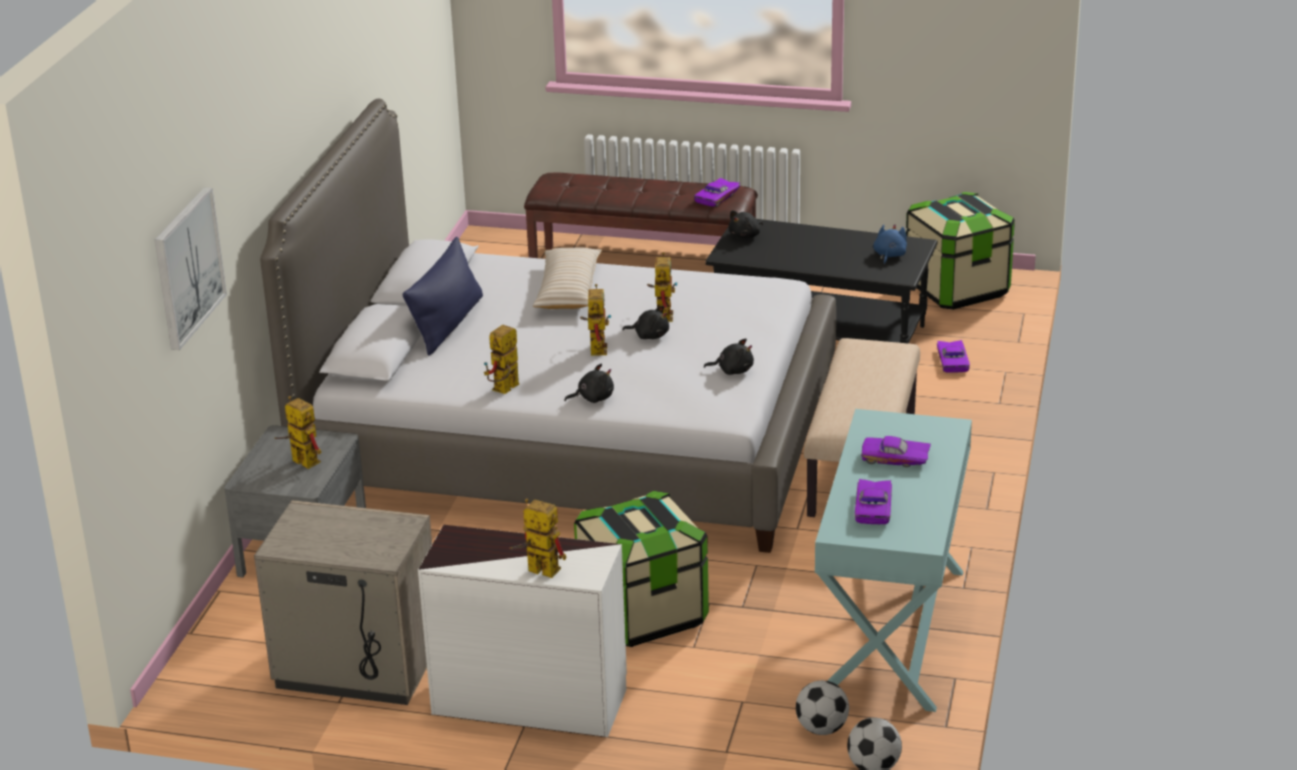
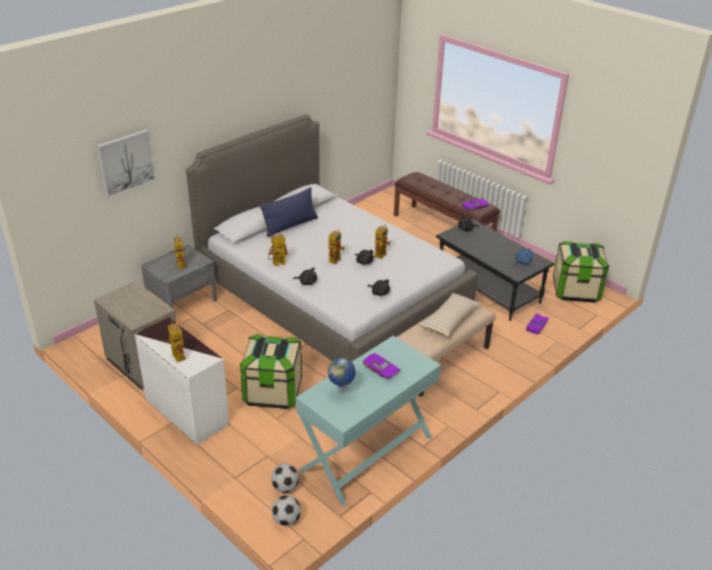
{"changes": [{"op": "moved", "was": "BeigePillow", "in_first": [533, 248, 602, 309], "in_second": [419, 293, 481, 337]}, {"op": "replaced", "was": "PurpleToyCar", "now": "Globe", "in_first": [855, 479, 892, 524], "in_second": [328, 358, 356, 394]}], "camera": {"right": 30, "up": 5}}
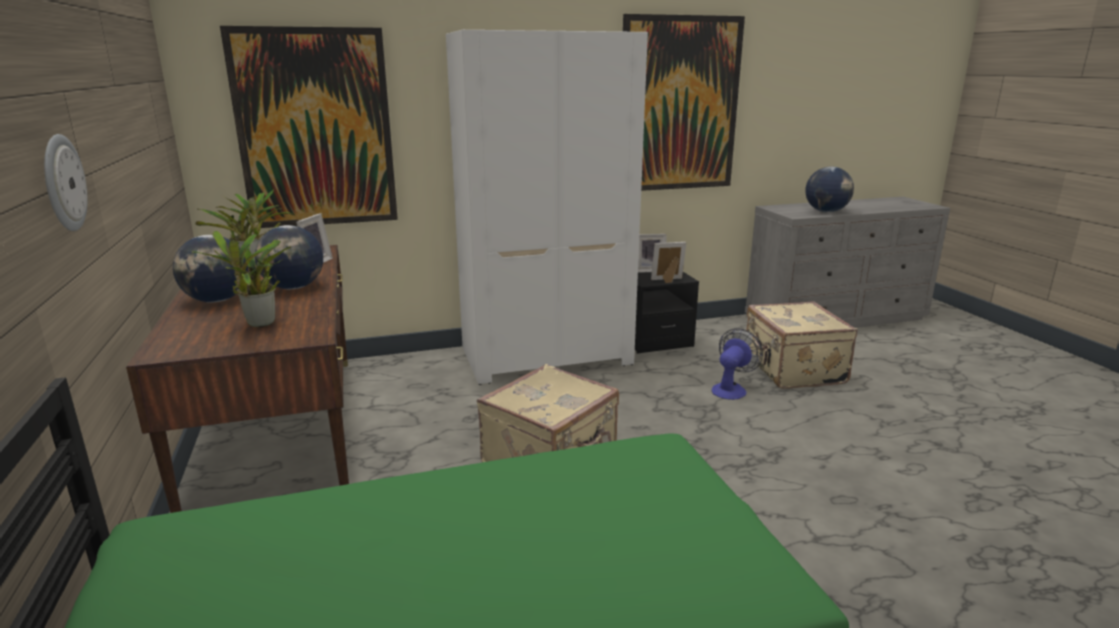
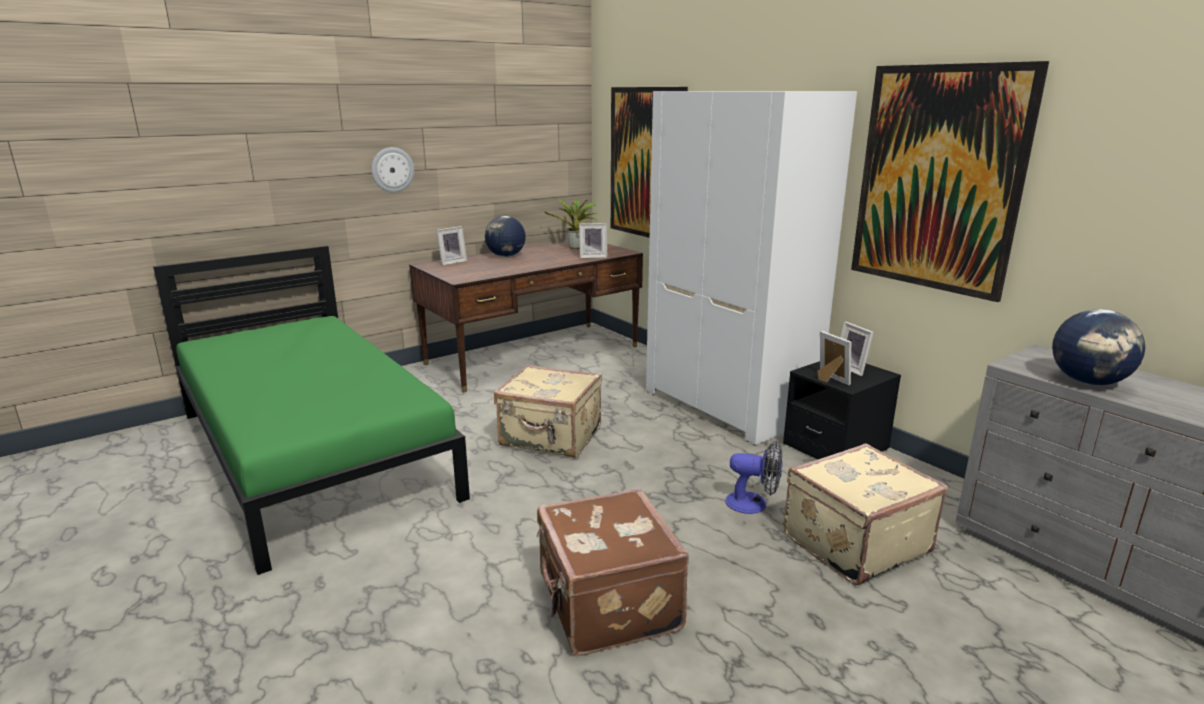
{"changes": [{"op": "removed", "was": "PottedPlant", "in_first": [192, 231, 292, 327]}, {"op": "removed", "was": "Globe", "in_first": [255, 225, 323, 289]}, {"op": "added", "now": "PictureFrame", "in_second": [436, 226, 467, 266]}, {"op": "added", "now": "BrownSuitcase", "in_second": [536, 489, 689, 656]}], "camera": {"right": 70, "up": 0}}
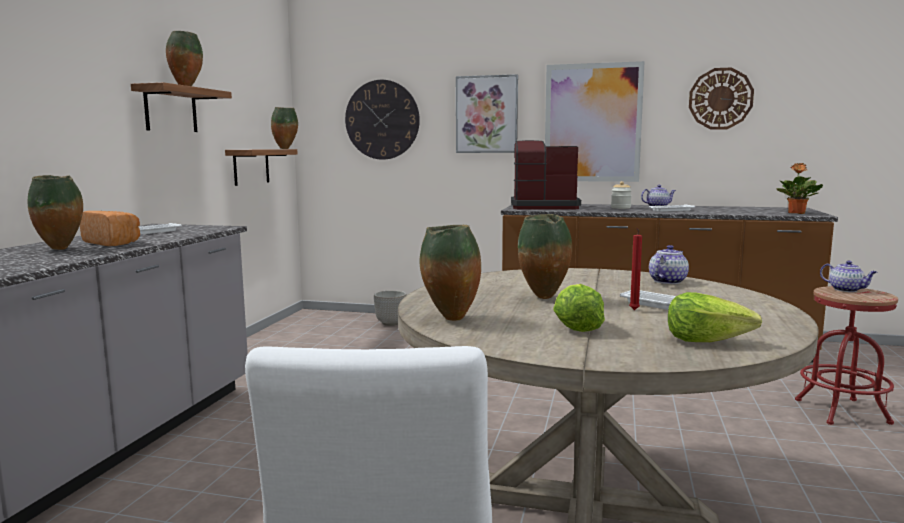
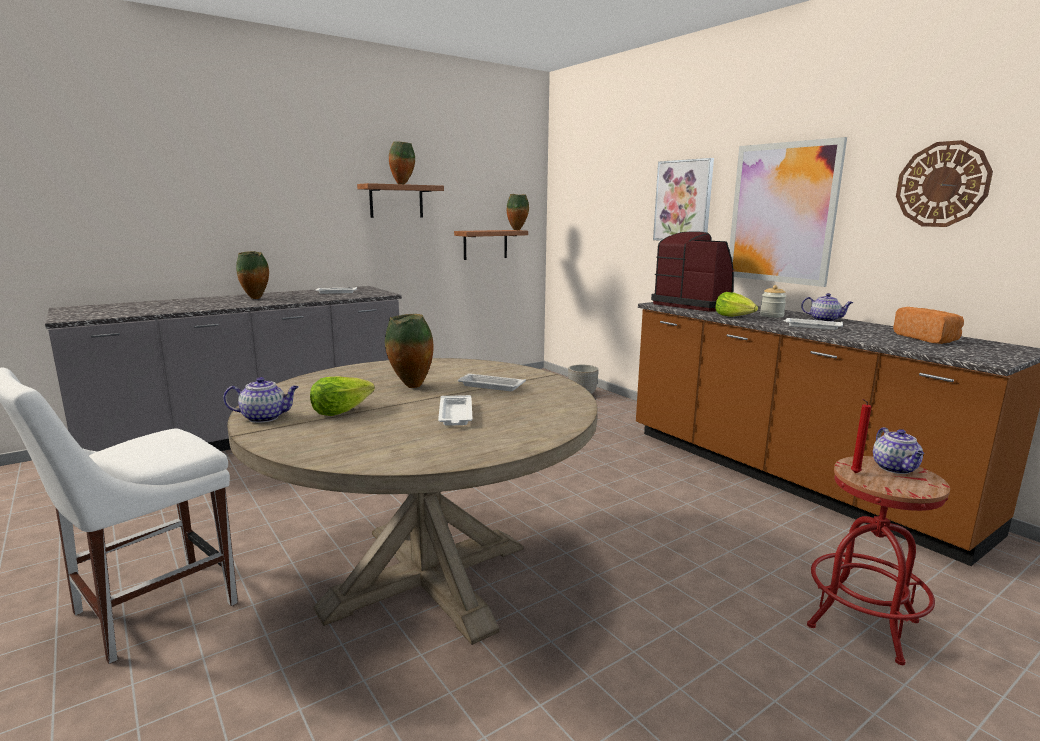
{"changes": [{"op": "moved", "was": "Bread", "in_first": [80, 211, 140, 246], "in_second": [893, 307, 964, 344]}, {"op": "removed", "was": "WallClock", "in_first": [345, 80, 420, 160]}, {"op": "removed", "was": "Vase", "in_first": [419, 225, 481, 321]}, {"op": "moved", "was": "RedCandle", "in_first": [629, 228, 642, 310], "in_second": [851, 399, 871, 473]}, {"op": "moved", "was": "Teapot", "in_first": [649, 245, 689, 284], "in_second": [223, 377, 299, 423]}, {"op": "moved", "was": "Lettuce", "in_first": [668, 292, 762, 342], "in_second": [715, 292, 758, 317]}, {"op": "removed", "was": "PottedPlant", "in_first": [777, 163, 823, 214]}, {"op": "added", "now": "WhiteTray", "in_second": [458, 374, 526, 391]}], "camera": {"right": 40, "up": 5}}
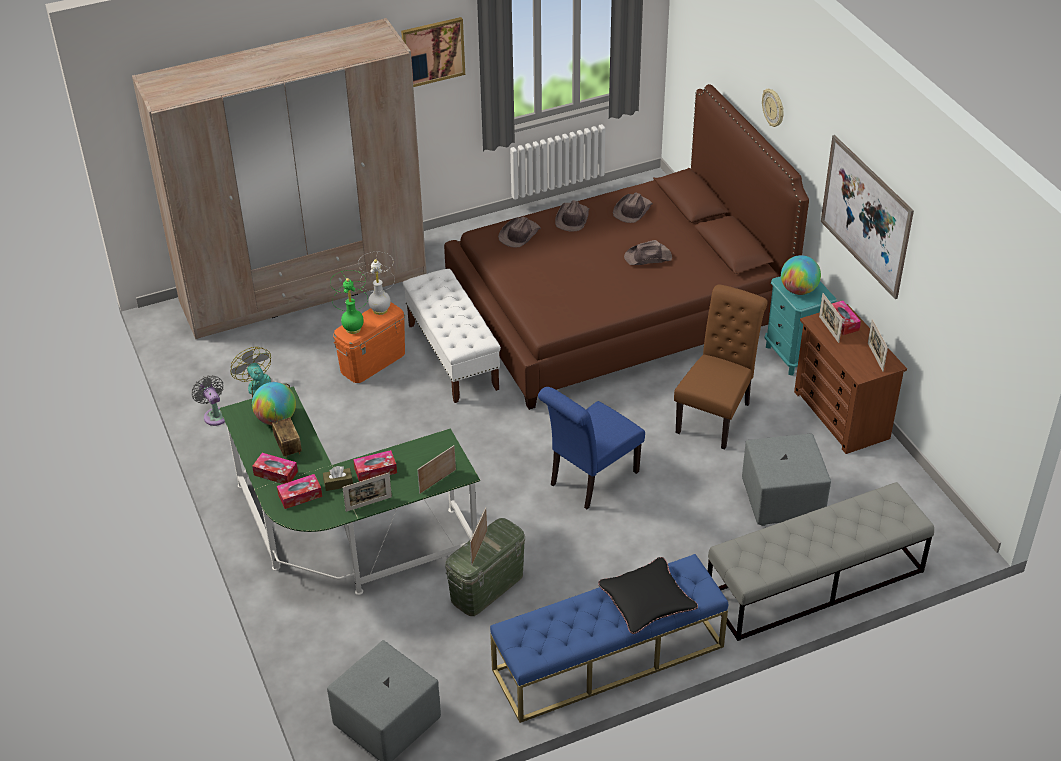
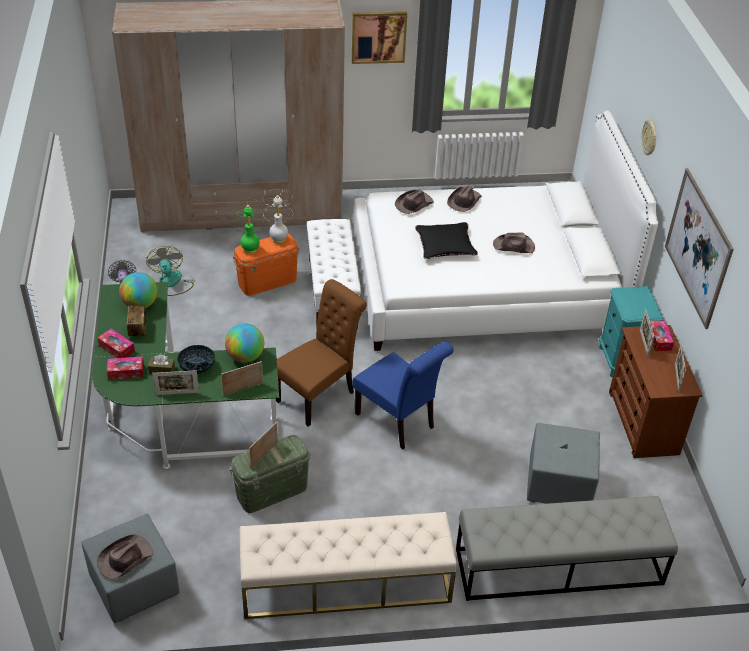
{"changes": [{"op": "replaced", "was": "TissueBox", "now": "Bowl", "in_first": [353, 450, 397, 482], "in_second": [177, 345, 215, 374]}, {"op": "recoloured", "was": "BrownBed", "now": "WhiteBed", "in_first": [444, 84, 809, 410], "in_second": [353, 111, 658, 351]}, {"op": "recoloured", "was": "BlueBench", "now": "BeigeBench", "in_first": [490, 554, 728, 723], "in_second": [240, 512, 457, 619]}, {"op": "turned", "was": "BlueChair", "in_first": [538, 387, 645, 509], "in_second": [353, 342, 454, 449], "clockwise": -105}, {"op": "moved", "was": "BlackPillow", "in_first": [598, 557, 698, 634], "in_second": [415, 222, 478, 259]}, {"op": "moved", "was": "BrownHat", "in_first": [613, 193, 653, 223], "in_second": [97, 535, 153, 580]}, {"op": "moved", "was": "BrownChair", "in_first": [674, 284, 768, 450], "in_second": [276, 279, 367, 427]}, {"op": "moved", "was": "Globe", "in_first": [781, 255, 821, 295], "in_second": [225, 323, 264, 363]}], "camera": {"right": 15, "up": 0}}
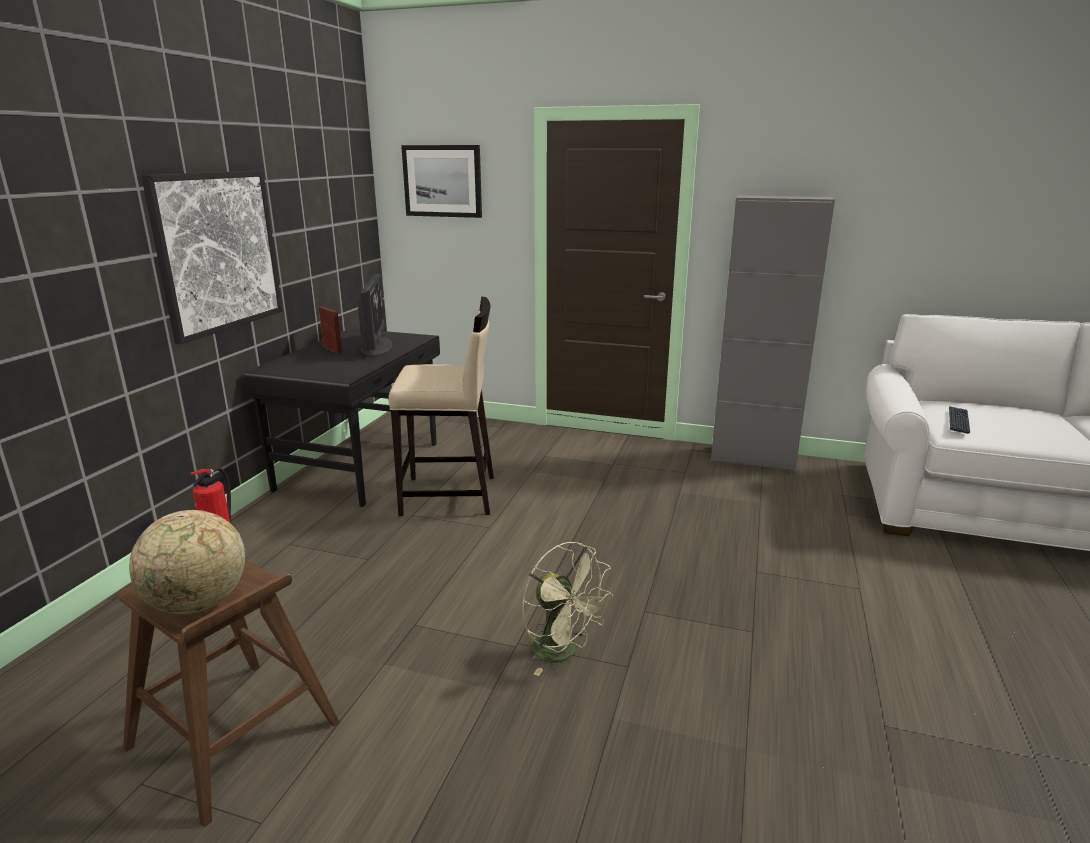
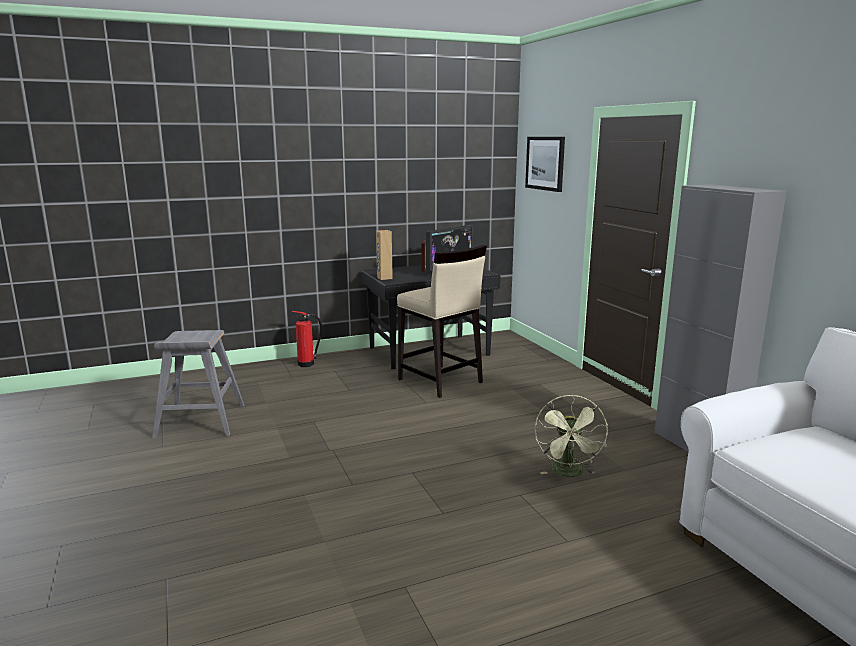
{"changes": [{"op": "recoloured", "was": "BrownStool", "now": "GreyStool", "in_first": [118, 559, 340, 827], "in_second": [152, 330, 244, 438]}, {"op": "removed", "was": "Globe", "in_first": [129, 510, 245, 614]}, {"op": "removed", "was": "Picture", "in_first": [141, 171, 283, 344]}, {"op": "moved", "was": "GreenFan", "in_first": [522, 542, 613, 676], "in_second": [535, 395, 608, 477]}, {"op": "removed", "was": "Keyboard", "in_first": [949, 406, 970, 434]}, {"op": "added", "now": "BrownSpeaker", "in_second": [376, 230, 393, 280]}], "camera": {"right": 50, "up": -5}}
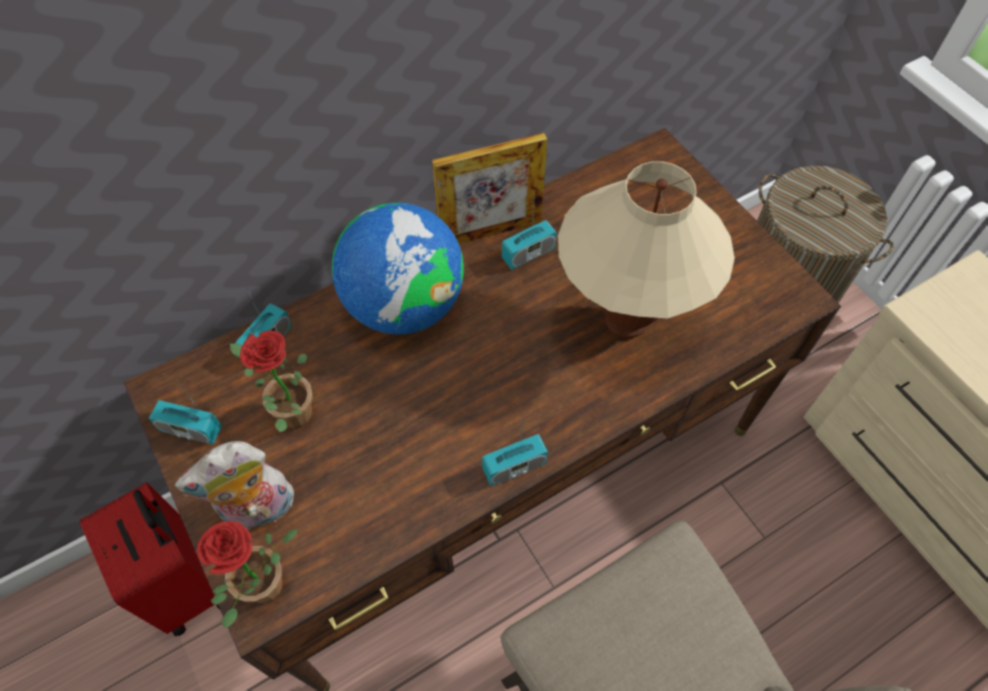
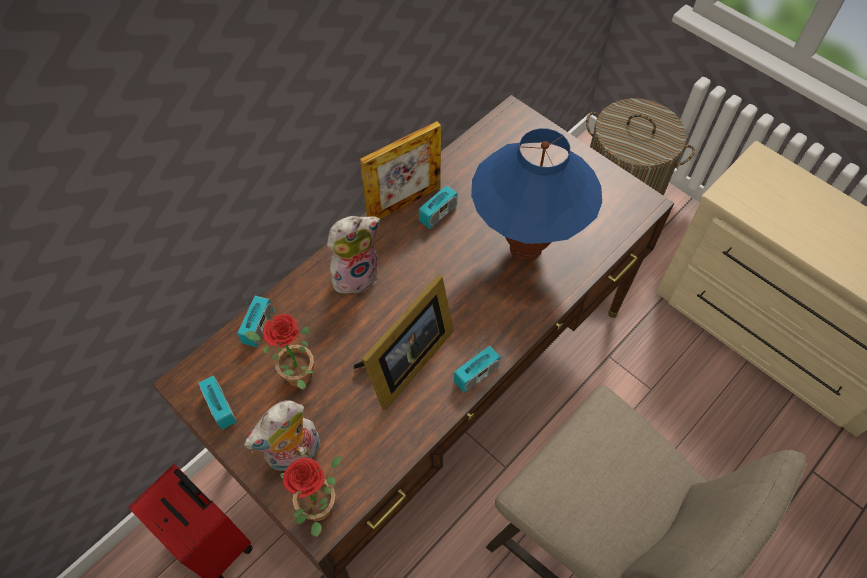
{"changes": [{"op": "turned", "was": "Radio", "in_first": [149, 380, 222, 444], "in_second": [199, 375, 237, 430], "clockwise": 60}, {"op": "replaced", "was": "Globe", "now": "PlushToy", "in_first": [332, 203, 464, 335], "in_second": [327, 216, 380, 294]}, {"op": "recoloured", "was": "BeigeTableLamp", "now": "BlueTableLamp", "in_first": [558, 161, 735, 338], "in_second": [471, 128, 602, 261]}, {"op": "added", "now": "PictureFrame", "in_second": [354, 274, 454, 410]}], "camera": {"right": -15, "up": 0}}
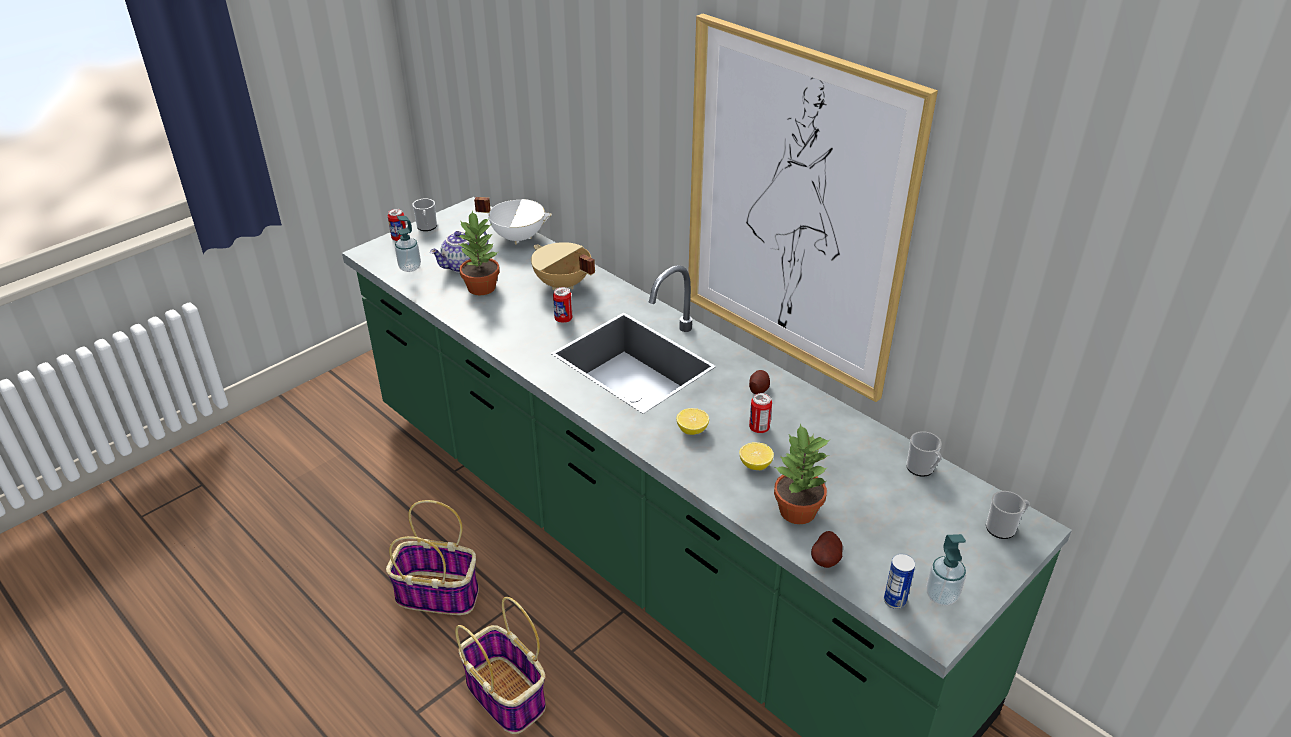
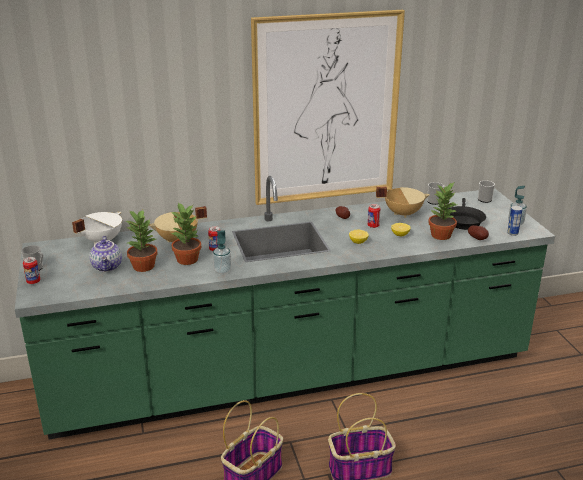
{"changes": [{"op": "moved", "was": "SoapDispenser", "in_first": [395, 216, 421, 272], "in_second": [213, 230, 232, 274]}, {"op": "added", "now": "PottedPlant", "in_second": [170, 202, 201, 265]}, {"op": "added", "now": "BeigeCookingPot", "in_second": [376, 186, 430, 218]}, {"op": "added", "now": "BlackFryingPan", "in_second": [448, 198, 486, 230]}], "camera": {"right": -60, "up": -10}}
